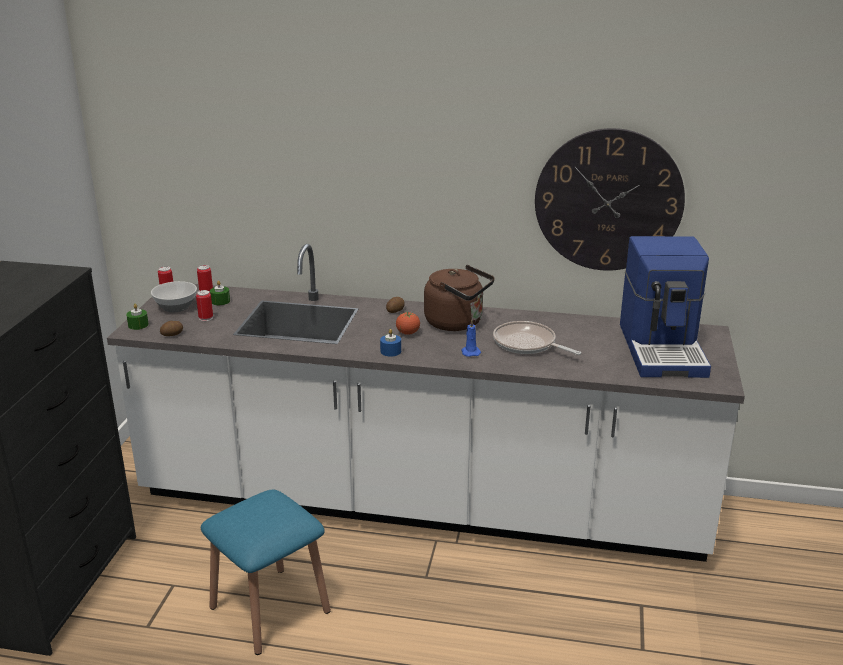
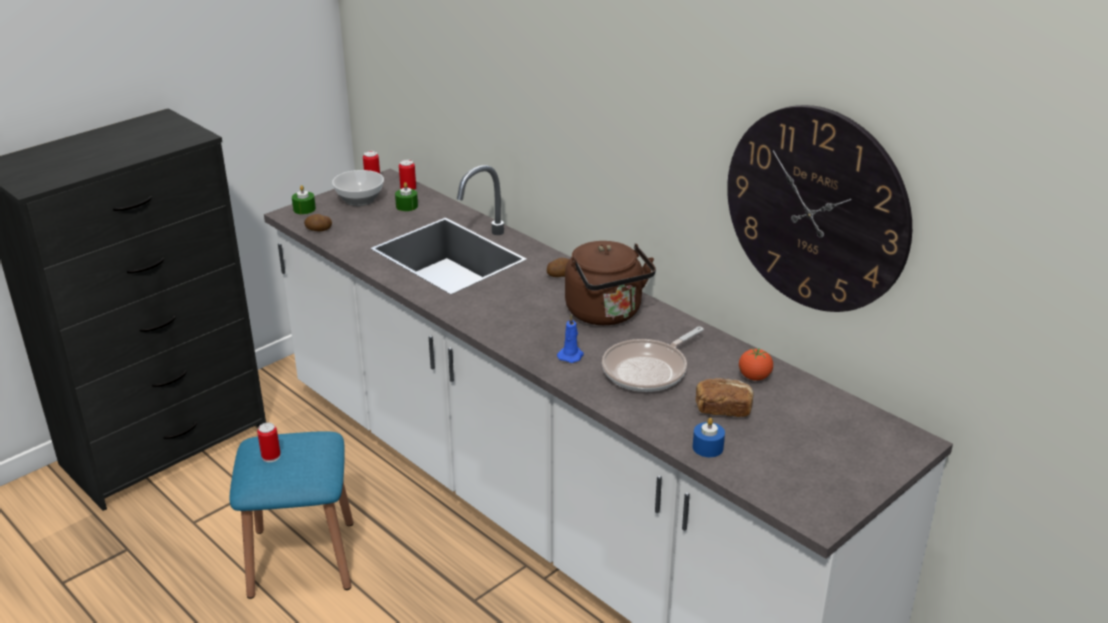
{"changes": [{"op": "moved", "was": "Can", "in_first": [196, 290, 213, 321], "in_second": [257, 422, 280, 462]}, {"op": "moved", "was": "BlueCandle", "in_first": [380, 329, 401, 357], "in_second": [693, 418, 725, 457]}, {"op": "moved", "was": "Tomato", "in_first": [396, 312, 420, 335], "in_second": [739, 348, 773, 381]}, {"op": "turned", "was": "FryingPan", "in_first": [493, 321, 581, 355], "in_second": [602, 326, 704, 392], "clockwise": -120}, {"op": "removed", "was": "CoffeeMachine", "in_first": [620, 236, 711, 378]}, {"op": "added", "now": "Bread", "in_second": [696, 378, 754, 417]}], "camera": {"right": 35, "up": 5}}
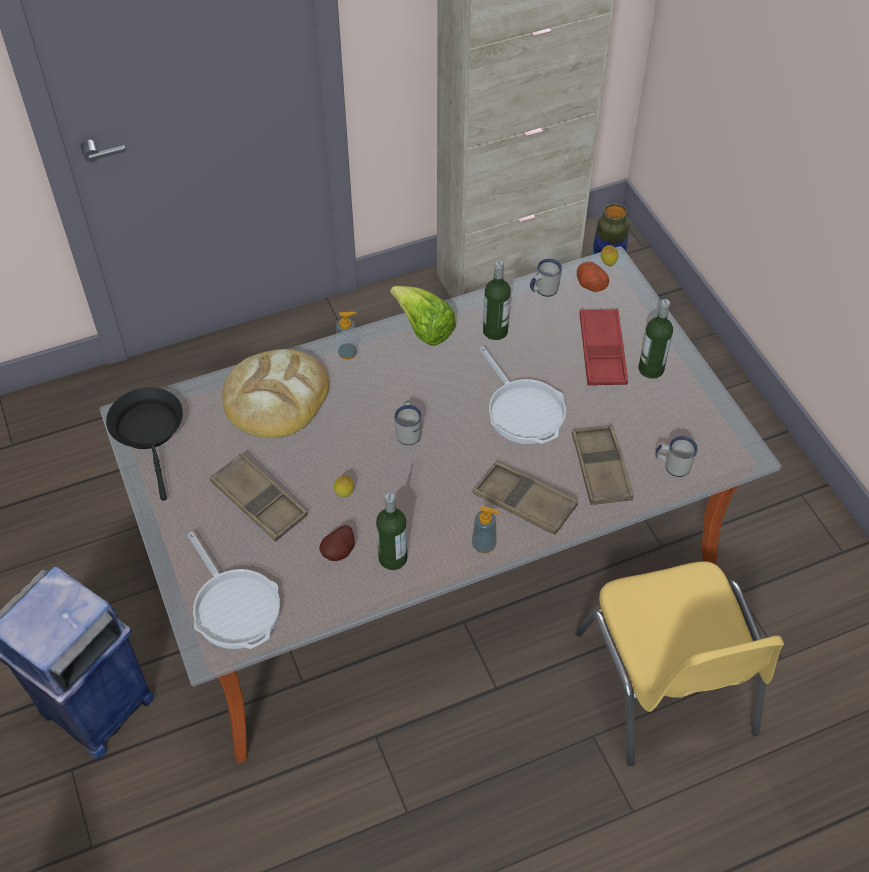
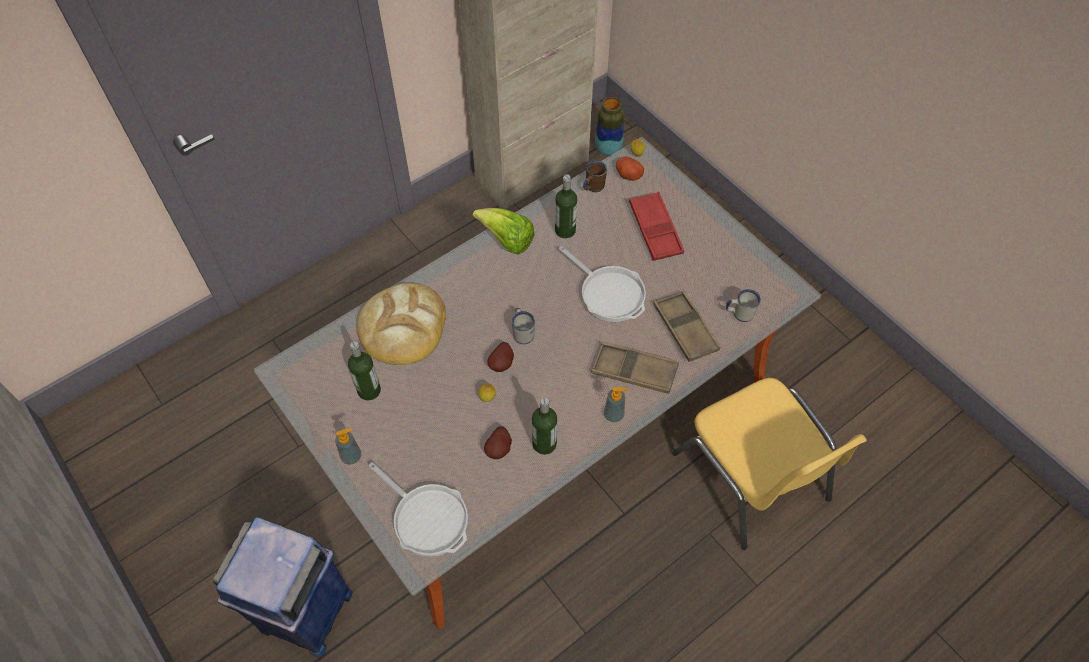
{"changes": [{"op": "removed", "was": "BlackFryingPan", "in_first": [106, 387, 183, 500]}, {"op": "removed", "was": "BrownTray", "in_first": [209, 453, 307, 542]}, {"op": "moved", "was": "SoapDispenser", "in_first": [336, 312, 359, 359], "in_second": [335, 428, 361, 465]}, {"op": "recoloured", "was": "WhiteMug", "now": "BrownMug", "in_first": [530, 259, 562, 297], "in_second": [583, 161, 607, 192]}, {"op": "moved", "was": "Bottle", "in_first": [639, 299, 673, 379], "in_second": [348, 341, 381, 401]}, {"op": "added", "now": "Potato", "in_second": [488, 342, 514, 372]}], "camera": {"right": -15, "up": 5}}
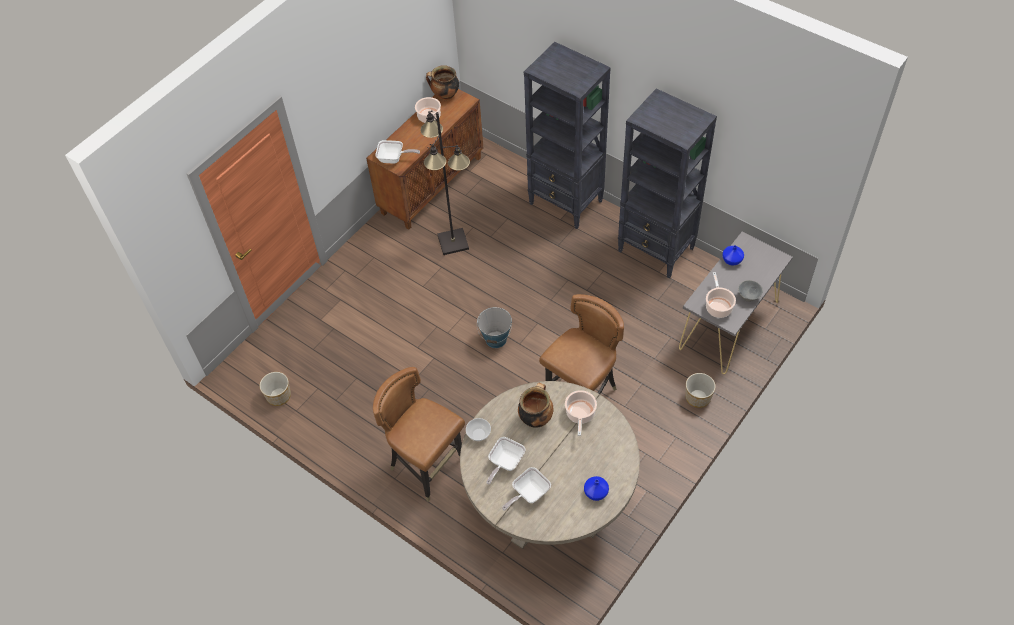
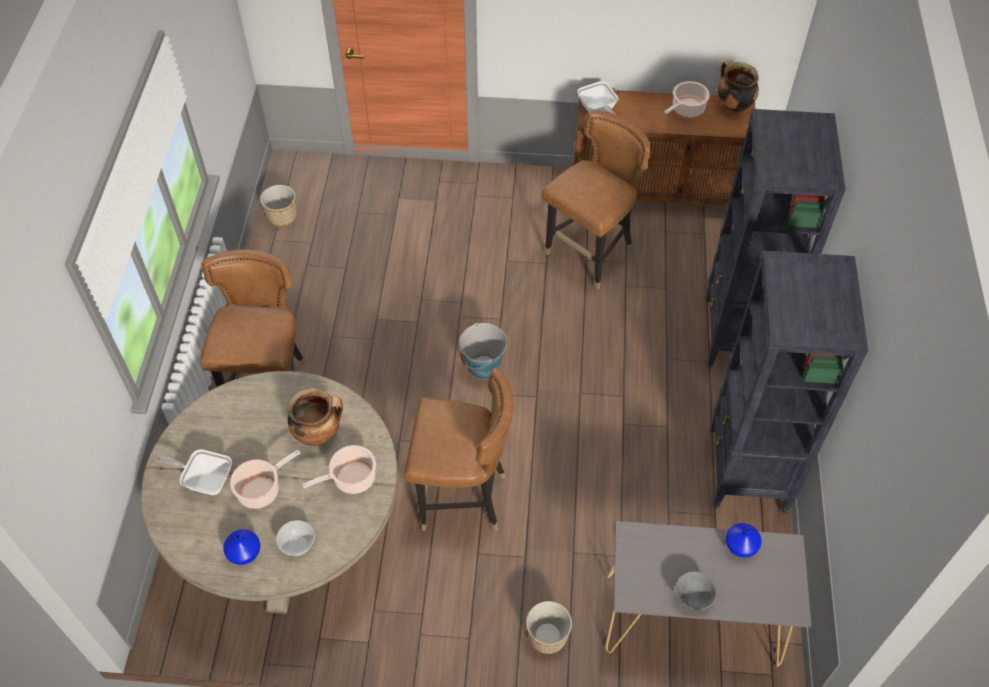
{"changes": [{"op": "replaced", "was": "BlackFloorLamp", "now": "BrownChair", "in_first": [420, 110, 470, 255], "in_second": [542, 111, 651, 290]}, {"op": "moved", "was": "Bowl", "in_first": [466, 418, 491, 441], "in_second": [276, 520, 315, 556]}, {"op": "removed", "was": "FryingPan", "in_first": [486, 437, 526, 484]}, {"op": "moved", "was": "CookingPot", "in_first": [706, 272, 736, 318], "in_second": [230, 450, 300, 509]}], "camera": {"right": 55, "up": 0}}
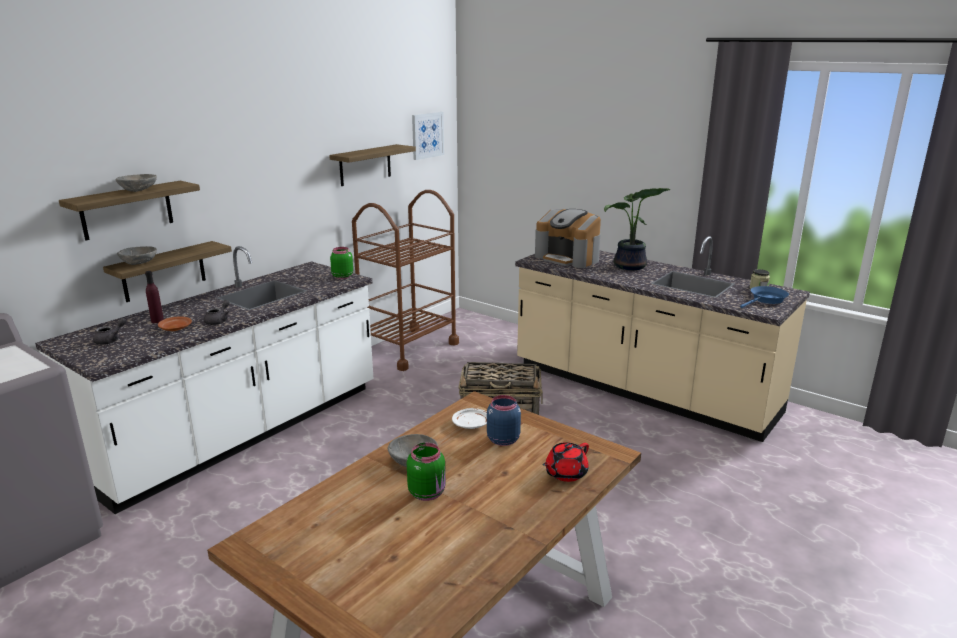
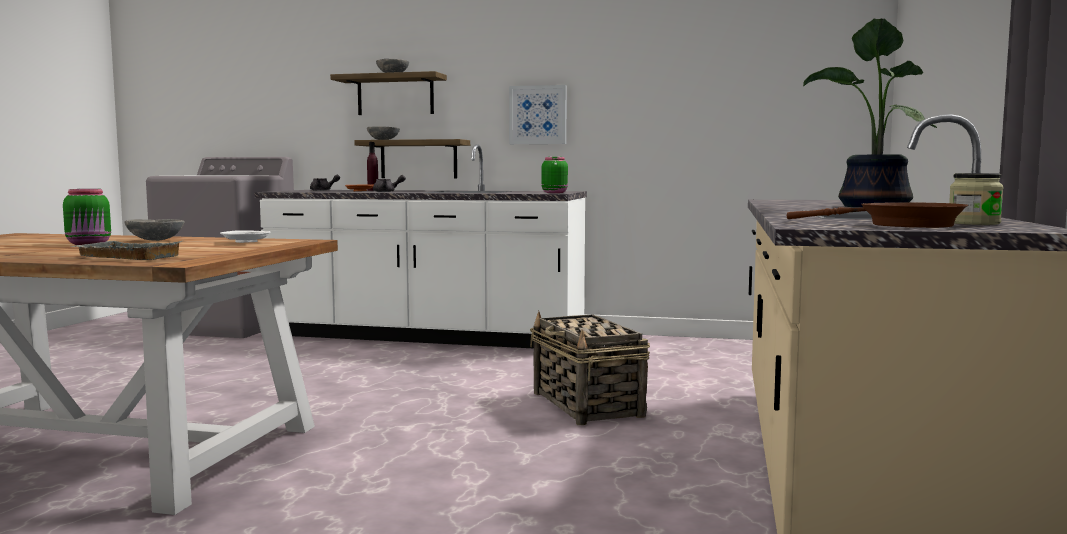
{"changes": [{"op": "removed", "was": "Shelf", "in_first": [329, 144, 416, 186]}, {"op": "removed", "was": "BrownCart", "in_first": [352, 190, 459, 371]}, {"op": "moved", "was": "Picture", "in_first": [412, 112, 444, 160], "in_second": [509, 85, 567, 144]}, {"op": "removed", "was": "BlueJar", "in_first": [487, 395, 521, 446]}, {"op": "removed", "was": "CoffeeMachine", "in_first": [535, 209, 601, 268]}, {"op": "replaced", "was": "RedTeapot", "now": "GreyTray", "in_first": [543, 442, 589, 482], "in_second": [70, 241, 182, 260]}, {"op": "recoloured", "was": "BlueFryingPan", "now": "BrownFryingPan", "in_first": [740, 286, 789, 308], "in_second": [787, 202, 968, 228]}], "camera": {"right": 65, "up": -15}}
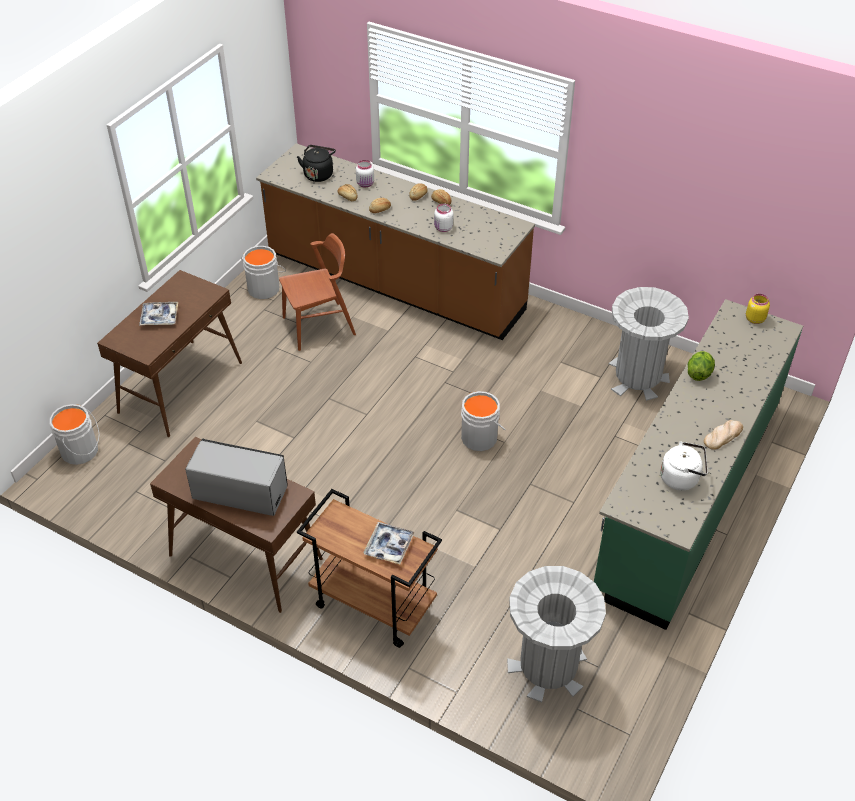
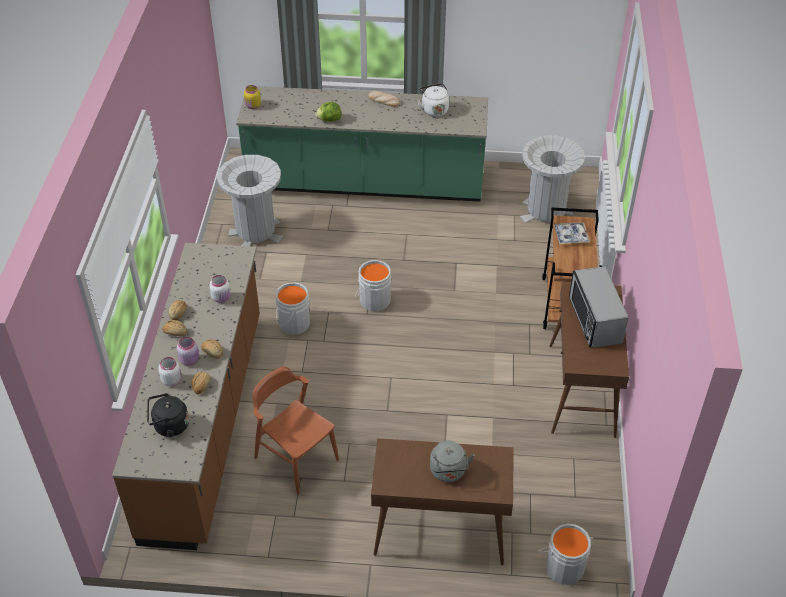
{"changes": [{"op": "replaced", "was": "Tray", "now": "GreyKettle", "in_first": [139, 302, 178, 326], "in_second": [430, 440, 475, 482]}, {"op": "moved", "was": "GreyBucket", "in_first": [241, 246, 286, 299], "in_second": [276, 282, 310, 335]}, {"op": "added", "now": "PinkJar", "in_second": [177, 337, 199, 366]}], "camera": {"right": -115, "up": 0}}
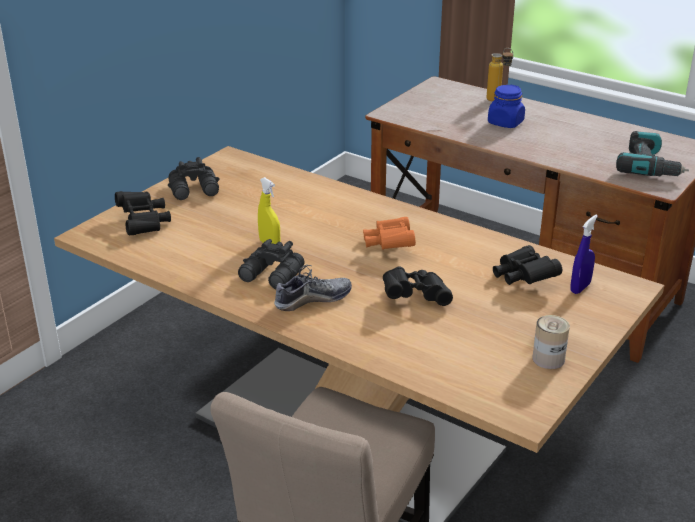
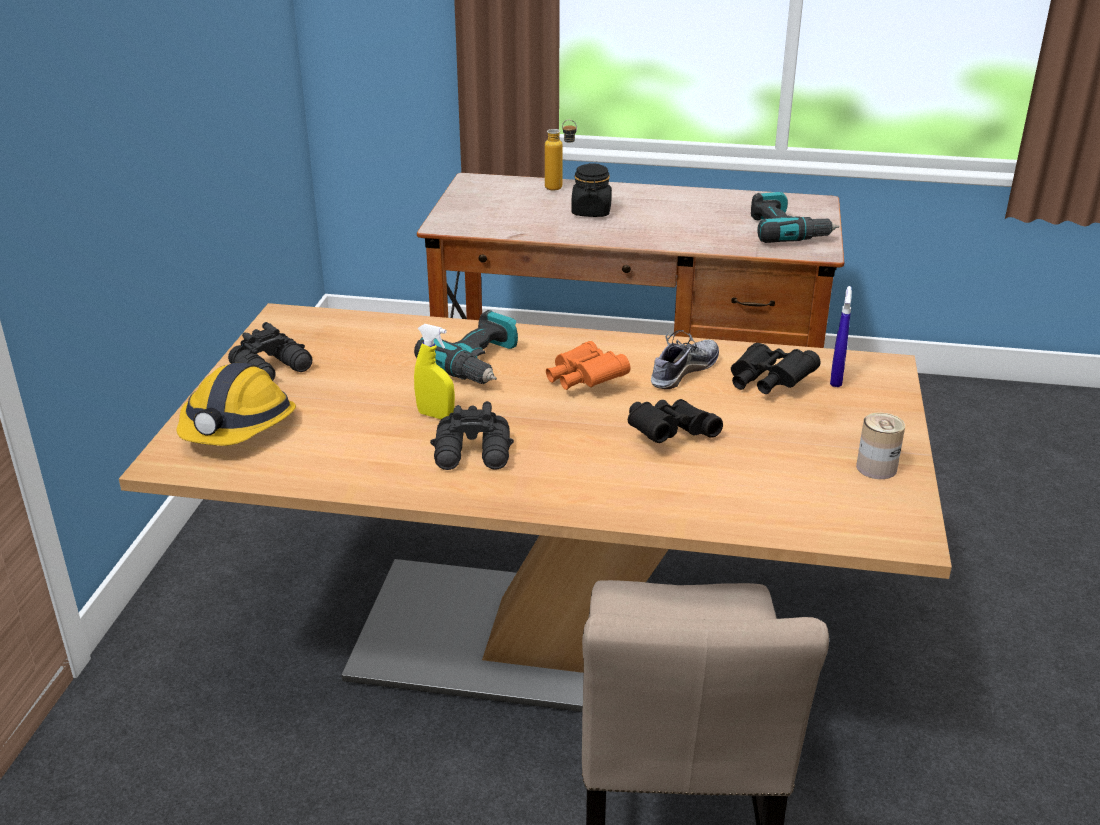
{"changes": [{"op": "replaced", "was": "BlackBinoculars", "now": "HardHat", "in_first": [115, 191, 171, 235], "in_second": [176, 363, 296, 446]}, {"op": "moved", "was": "Shoe", "in_first": [274, 264, 352, 311], "in_second": [651, 330, 719, 389]}, {"op": "recoloured", "was": "BlueJar", "now": "BlackJar", "in_first": [488, 85, 525, 128], "in_second": [571, 163, 612, 217]}, {"op": "added", "now": "PowerDrill", "in_second": [414, 310, 518, 384]}], "camera": {"right": -25, "up": 0}}
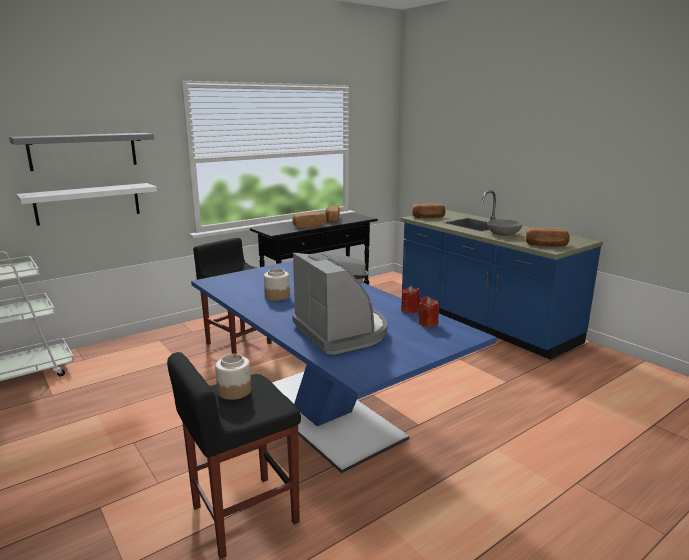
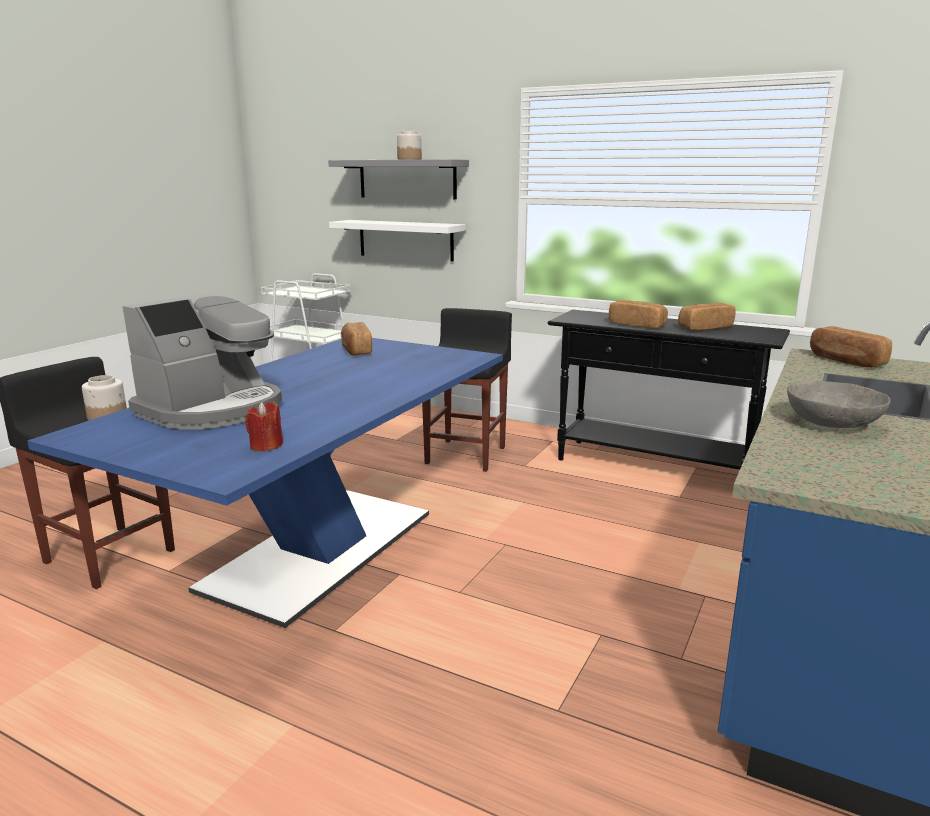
{"changes": [{"op": "moved", "was": "Jar", "in_first": [264, 268, 290, 301], "in_second": [397, 131, 422, 160]}, {"op": "removed", "was": "RedCandle", "in_first": [401, 286, 420, 313]}, {"op": "moved", "was": "Bread", "in_first": [526, 228, 570, 246], "in_second": [341, 322, 372, 356]}], "camera": {"right": 65, "up": 0}}
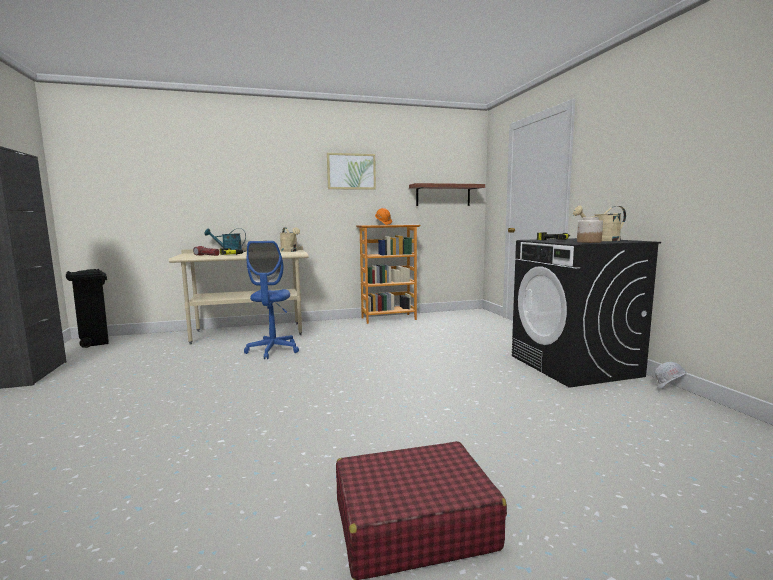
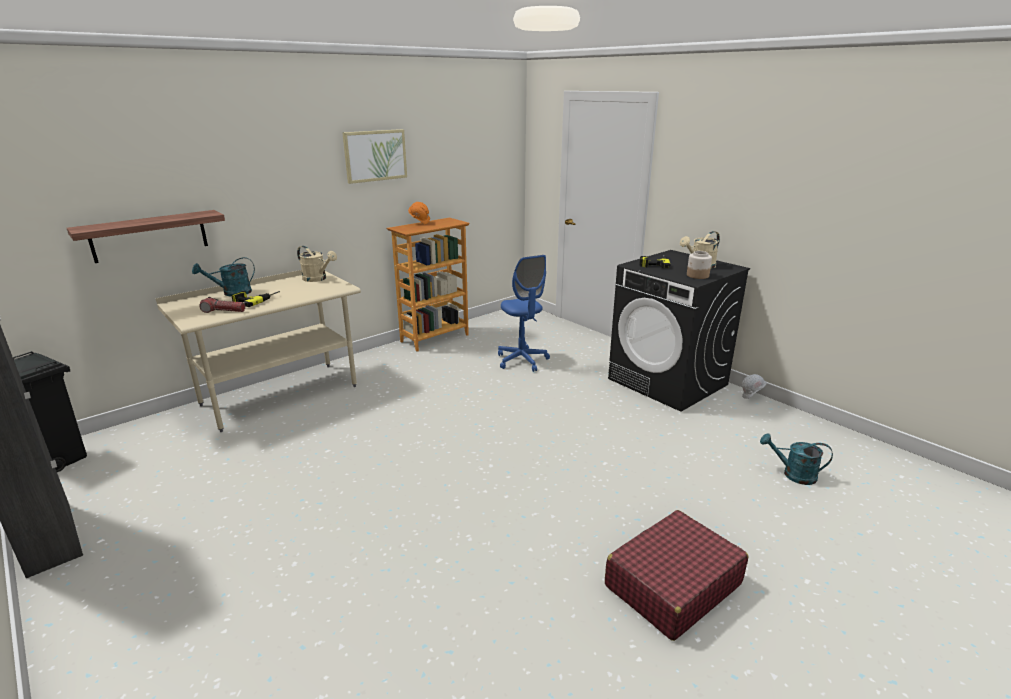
{"changes": [{"op": "moved", "was": "BlueOfficeChair", "in_first": [244, 241, 299, 359], "in_second": [498, 255, 550, 372]}, {"op": "moved", "was": "Shelf", "in_first": [409, 183, 485, 206], "in_second": [67, 210, 225, 263]}, {"op": "added", "now": "TurquoiseWateringCan", "in_second": [760, 433, 833, 485]}], "camera": {"right": -25, "up": 15}}
